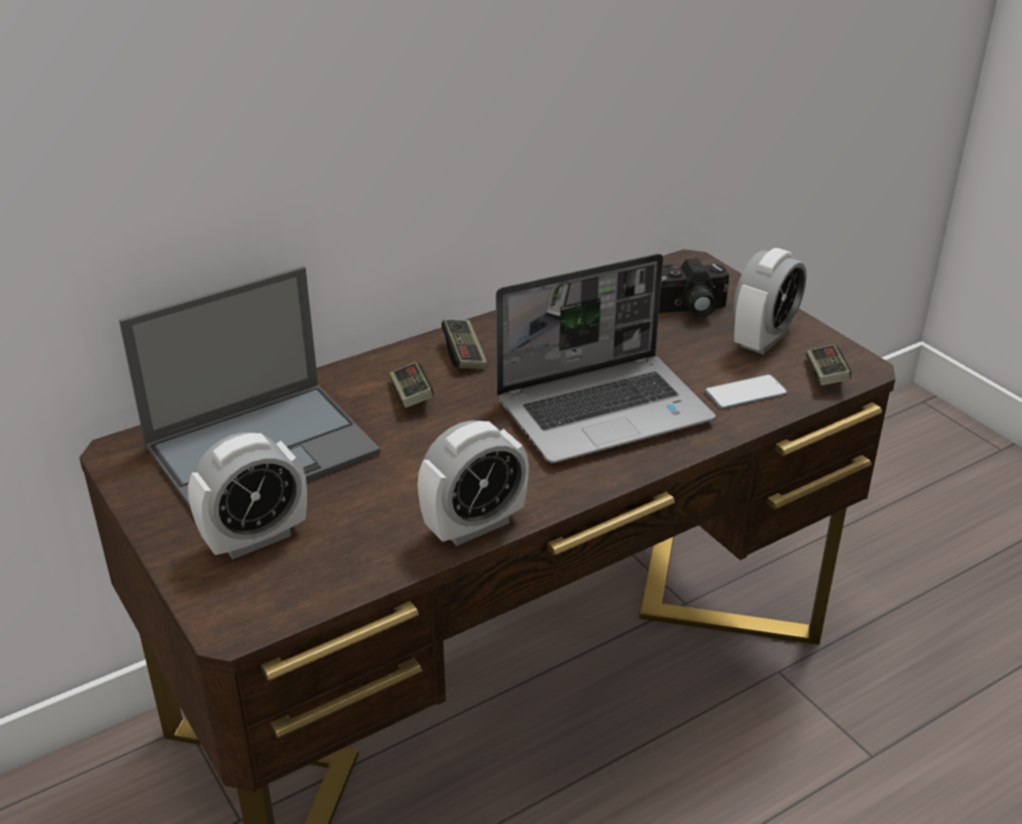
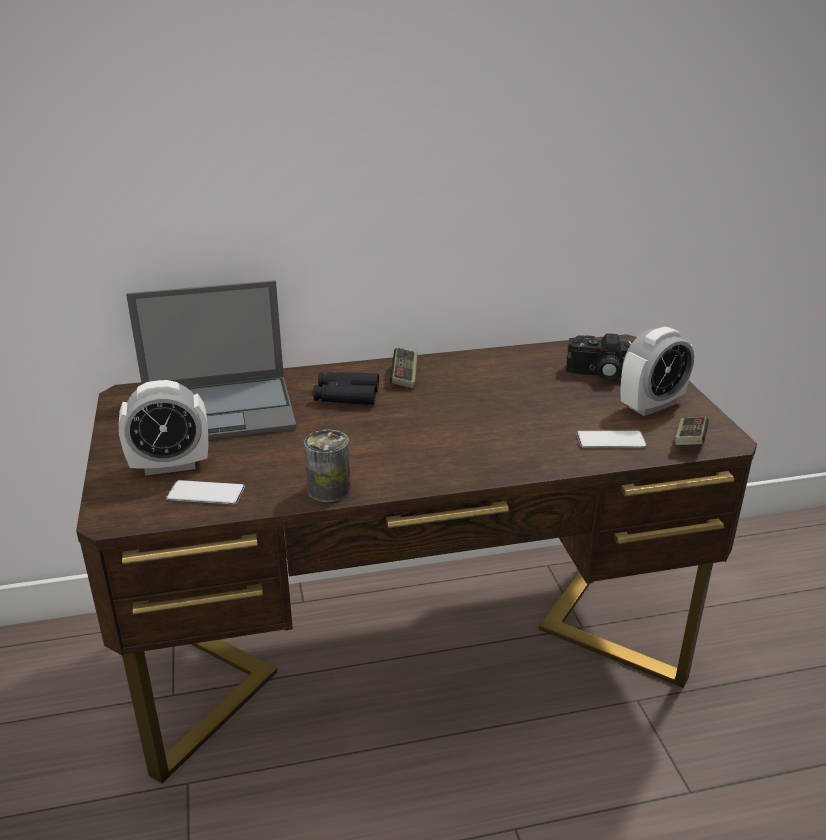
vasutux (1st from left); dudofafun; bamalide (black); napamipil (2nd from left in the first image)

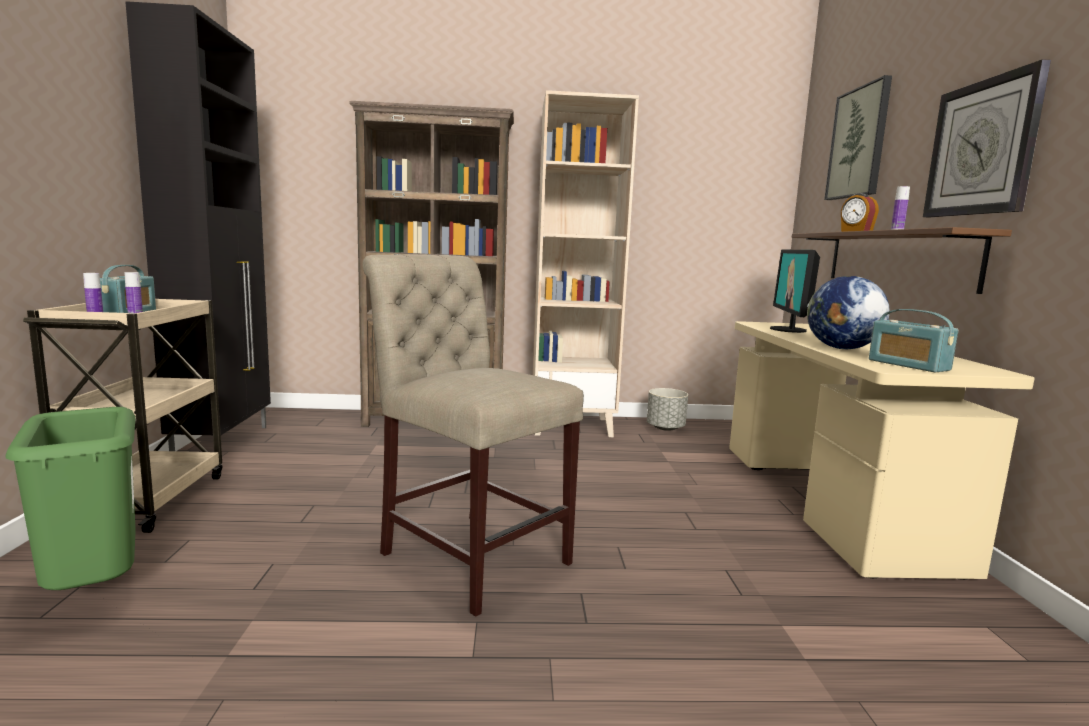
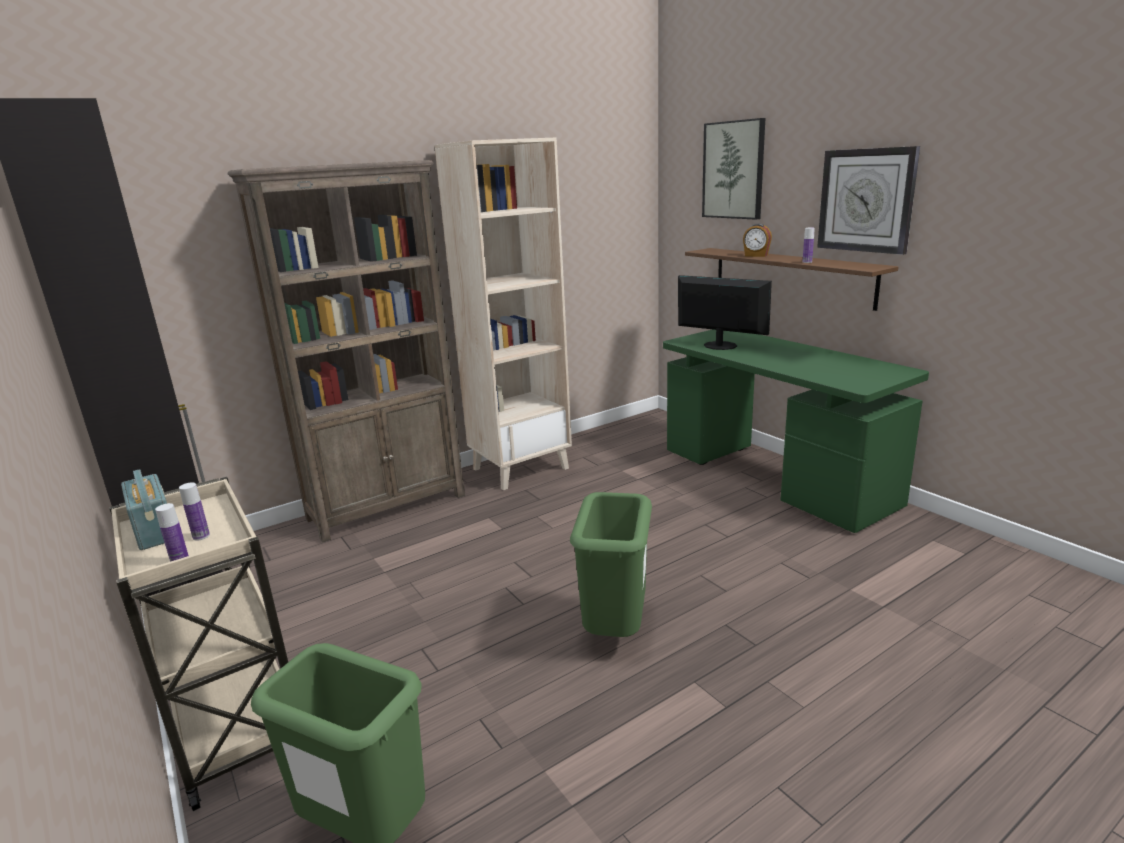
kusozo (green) (2nd from left); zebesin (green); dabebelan; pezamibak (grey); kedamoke; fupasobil (2nd from left in the first image)

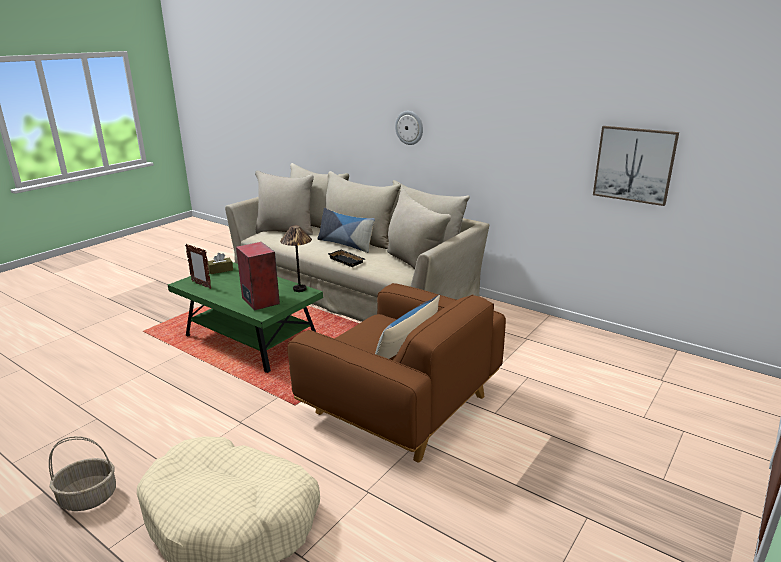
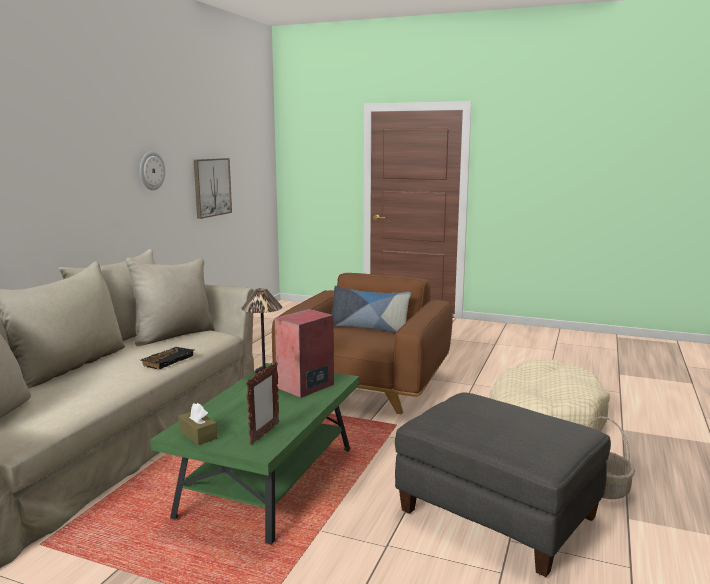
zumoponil; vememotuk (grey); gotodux (1st from left in the first image)

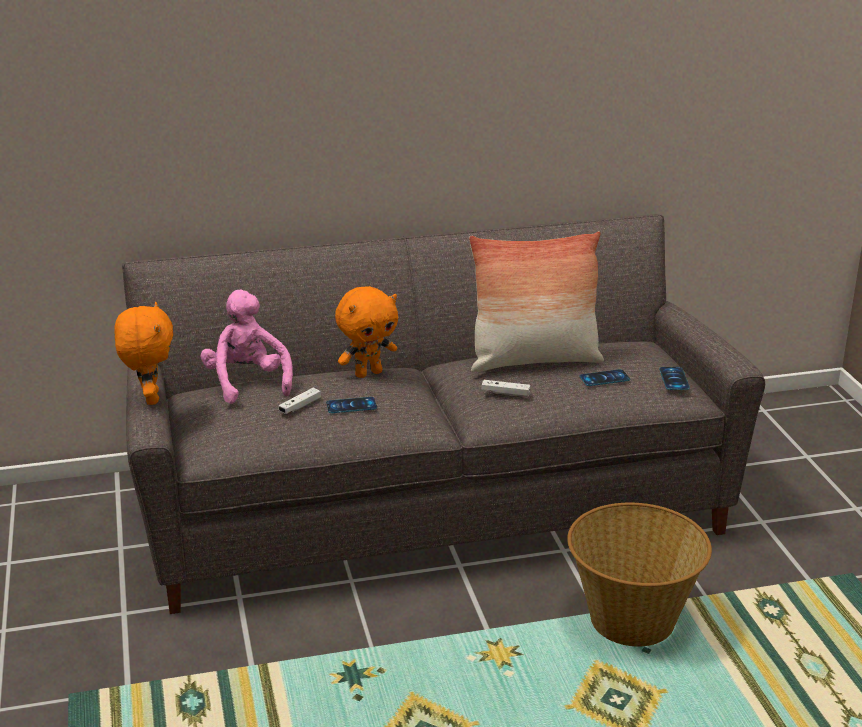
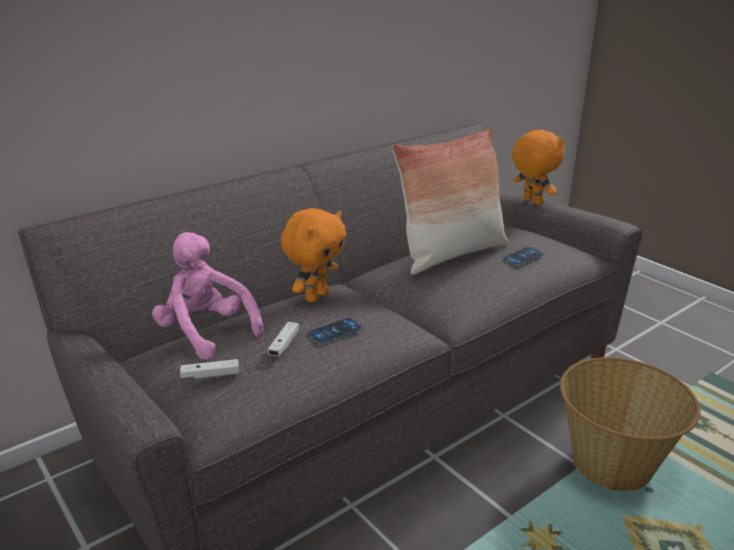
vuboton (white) (1st from left); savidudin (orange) (2nd from left); vasutux (3rd from left in the first image)

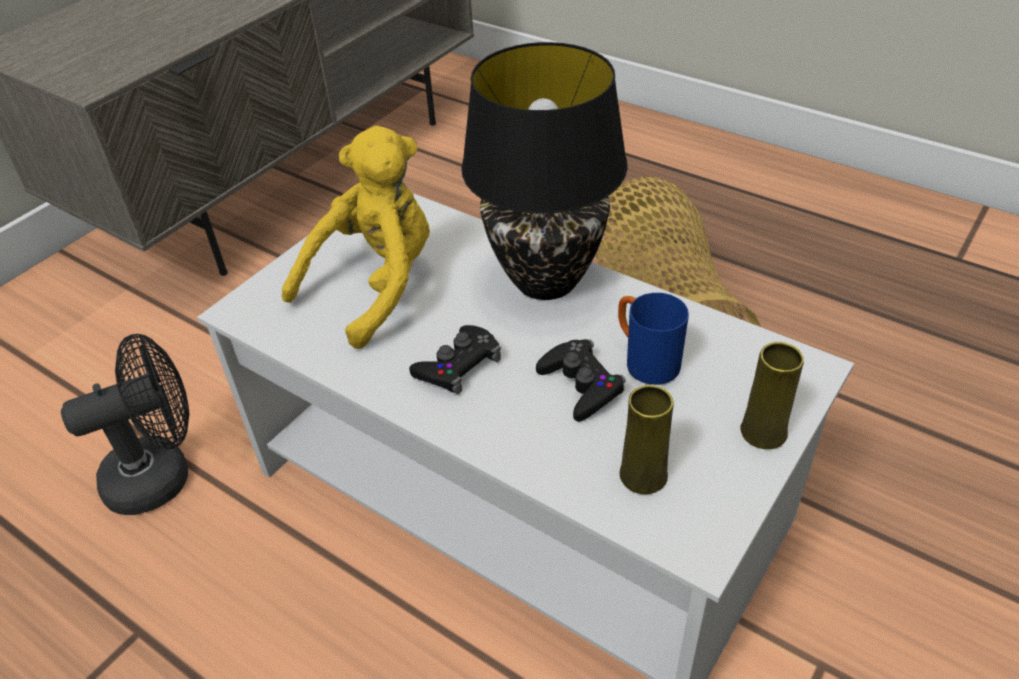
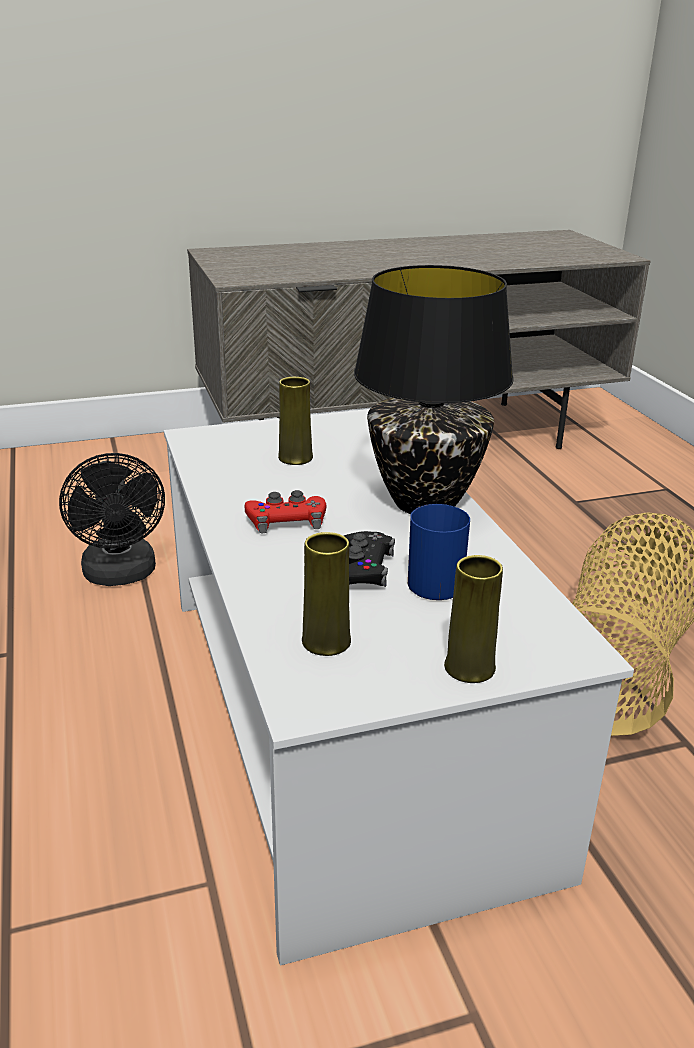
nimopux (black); vuboton (red); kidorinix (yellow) (1st from left)

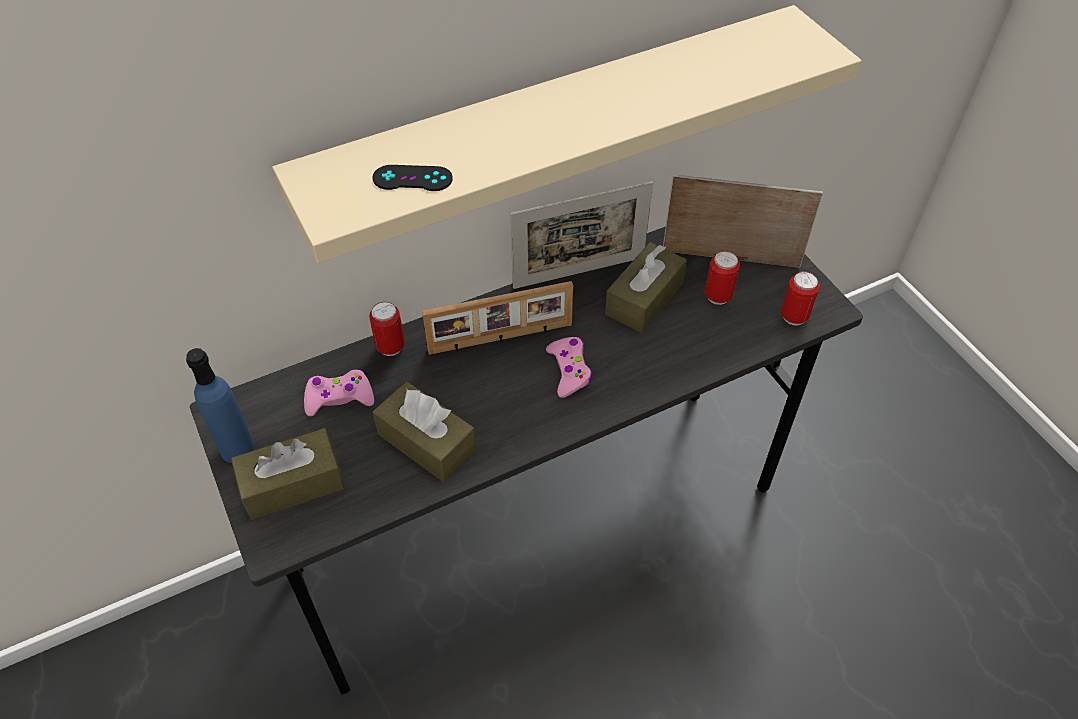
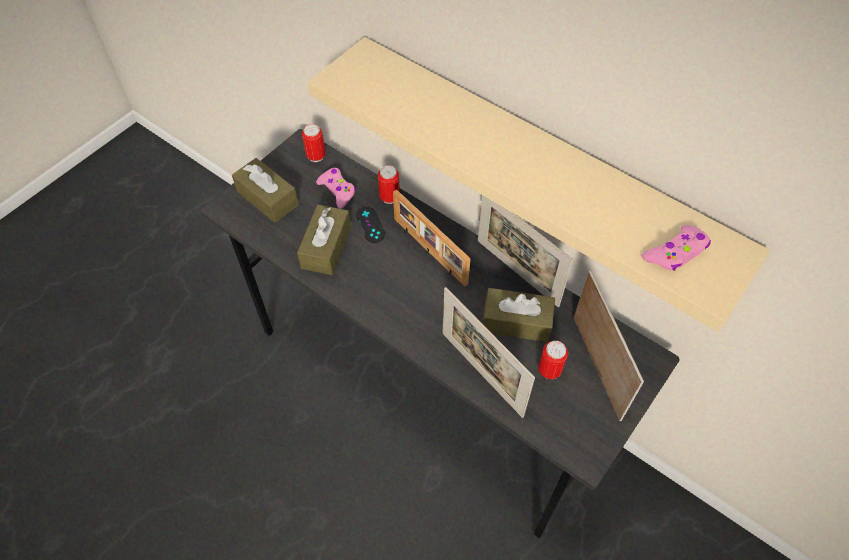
dudofafun (1st from left); vuboton (black); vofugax (2nd from left); vuboton (pink) (2nd from left); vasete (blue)

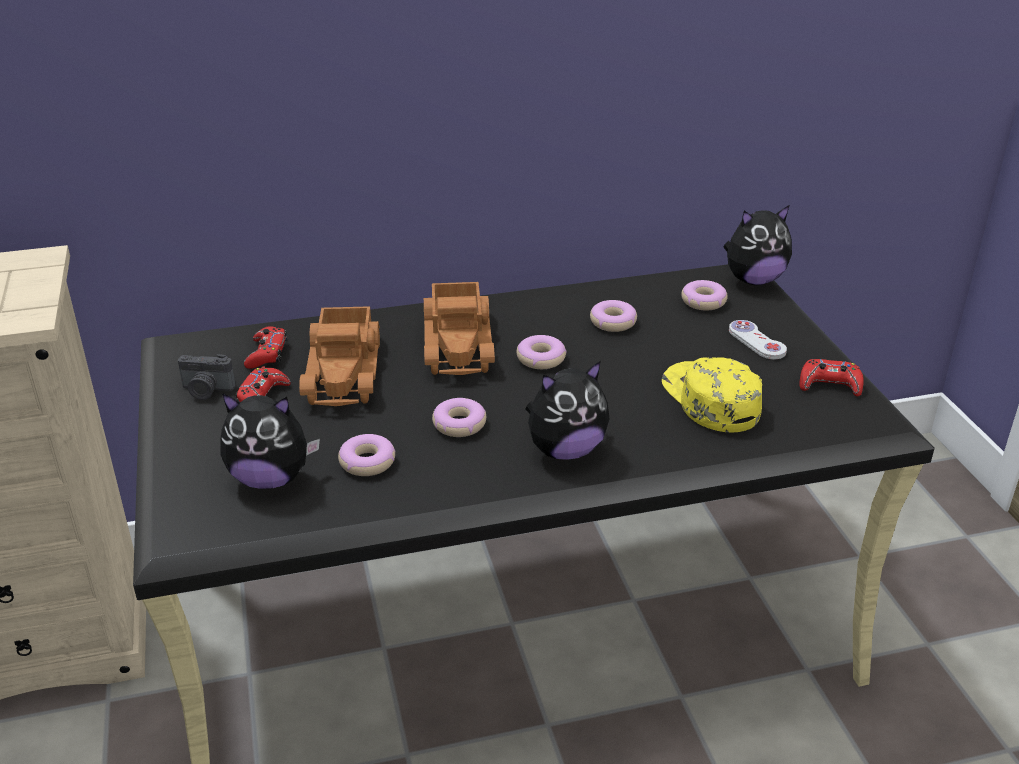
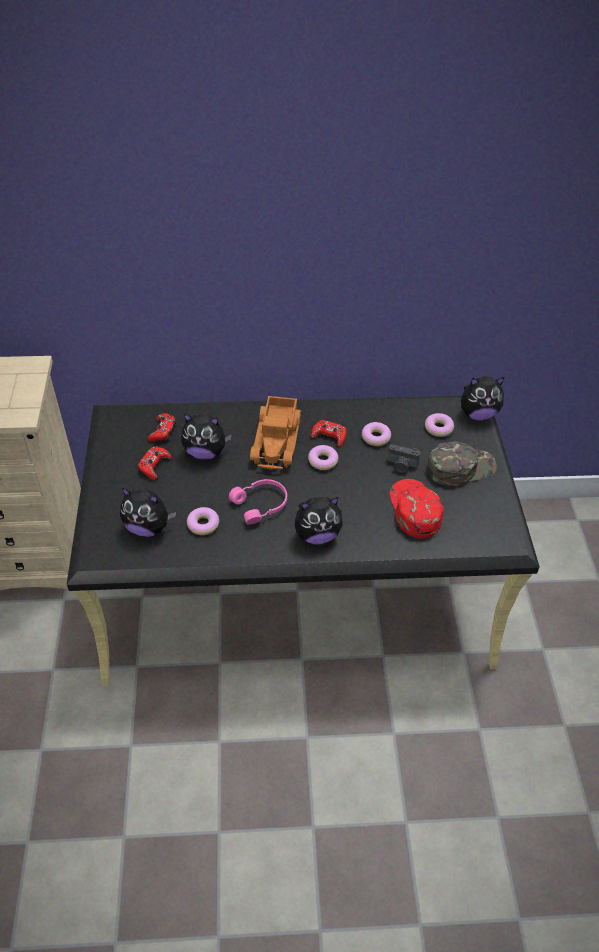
savidudin (2nd from left); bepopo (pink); vuboton (red) (3rd from left); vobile; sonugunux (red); sonugunux (green)

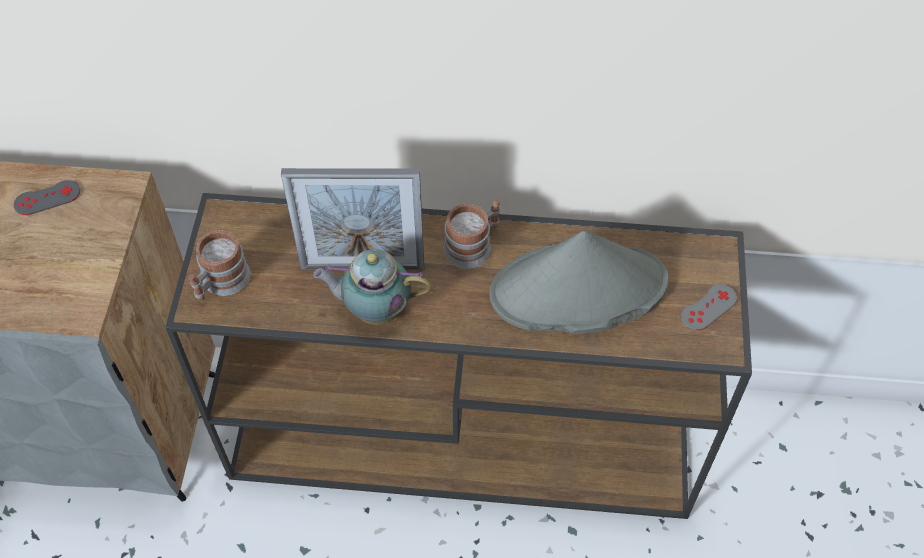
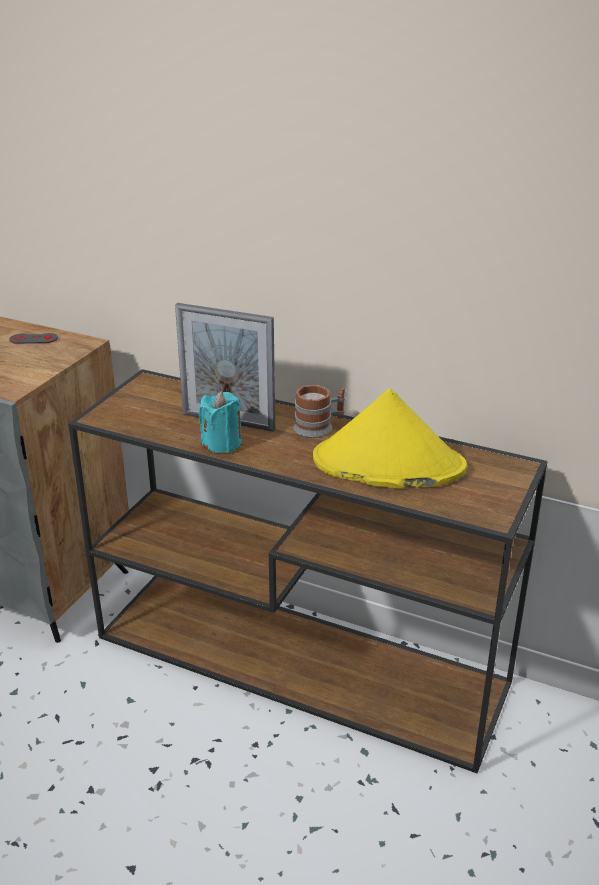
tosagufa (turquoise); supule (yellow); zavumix (1st from left in the first image); vuboton (grey) (2nd from left in the first image)

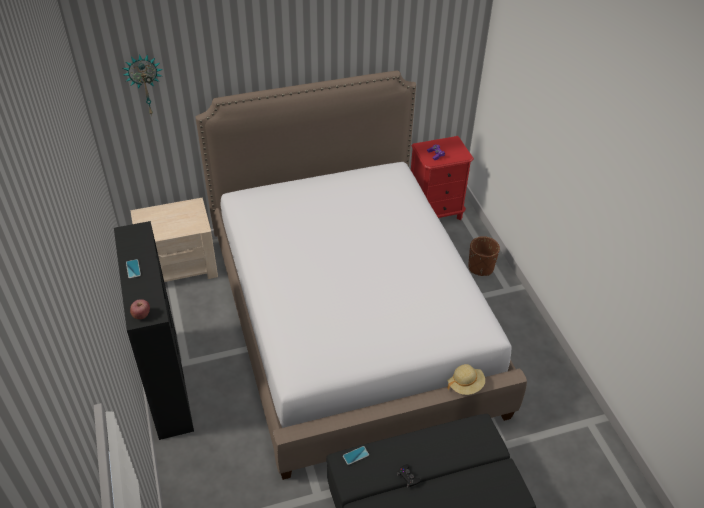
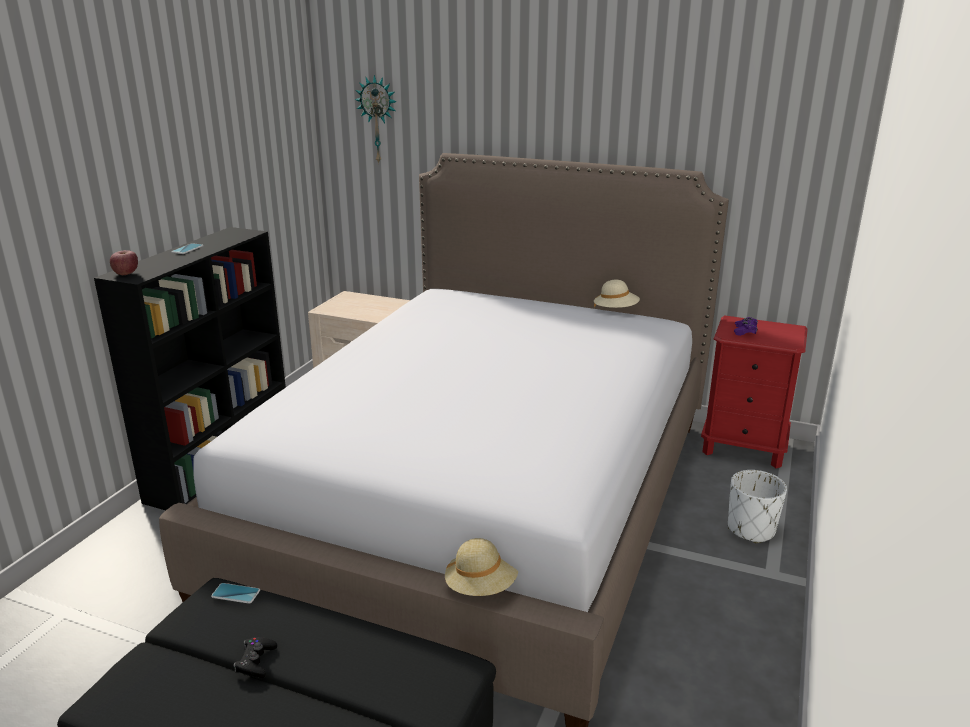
supule (beige) (2nd from left); pezamibak (white)

